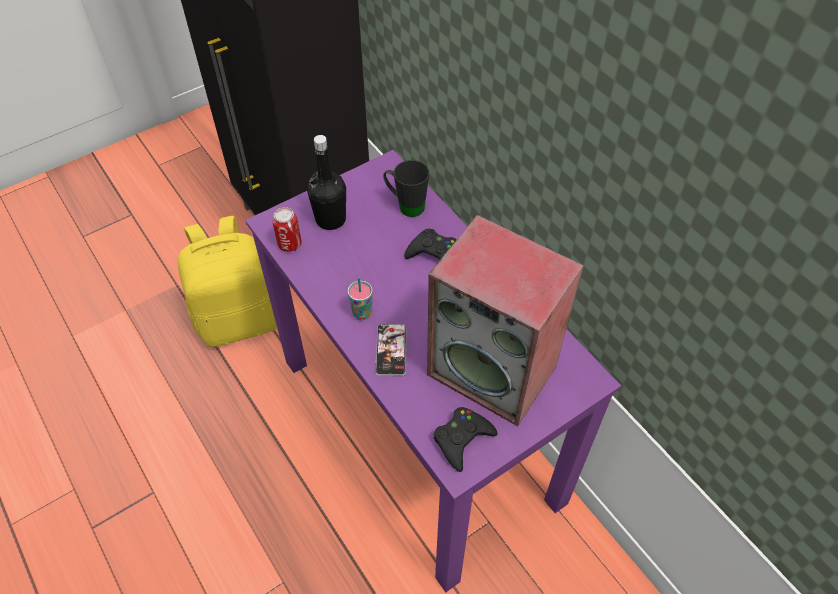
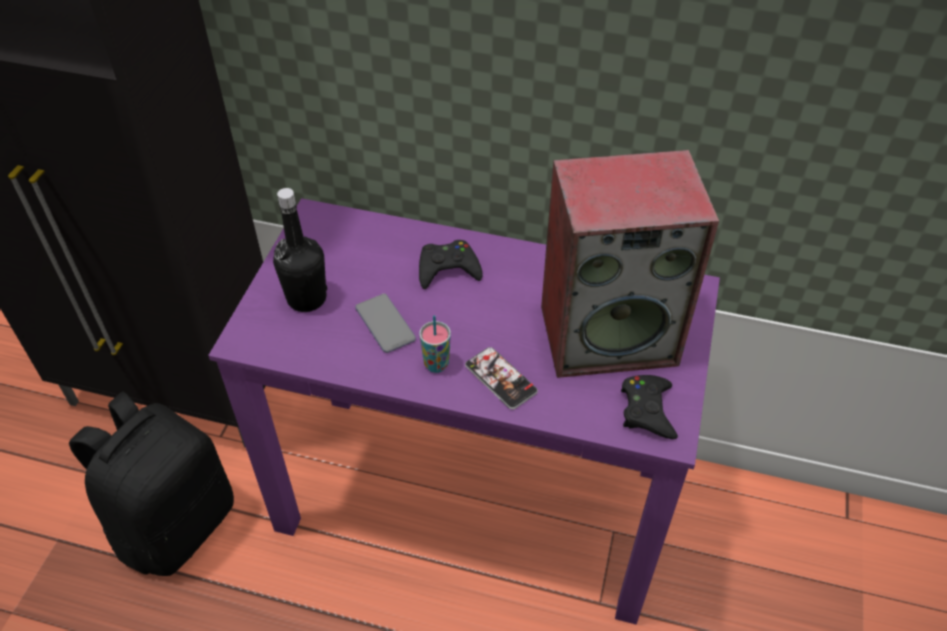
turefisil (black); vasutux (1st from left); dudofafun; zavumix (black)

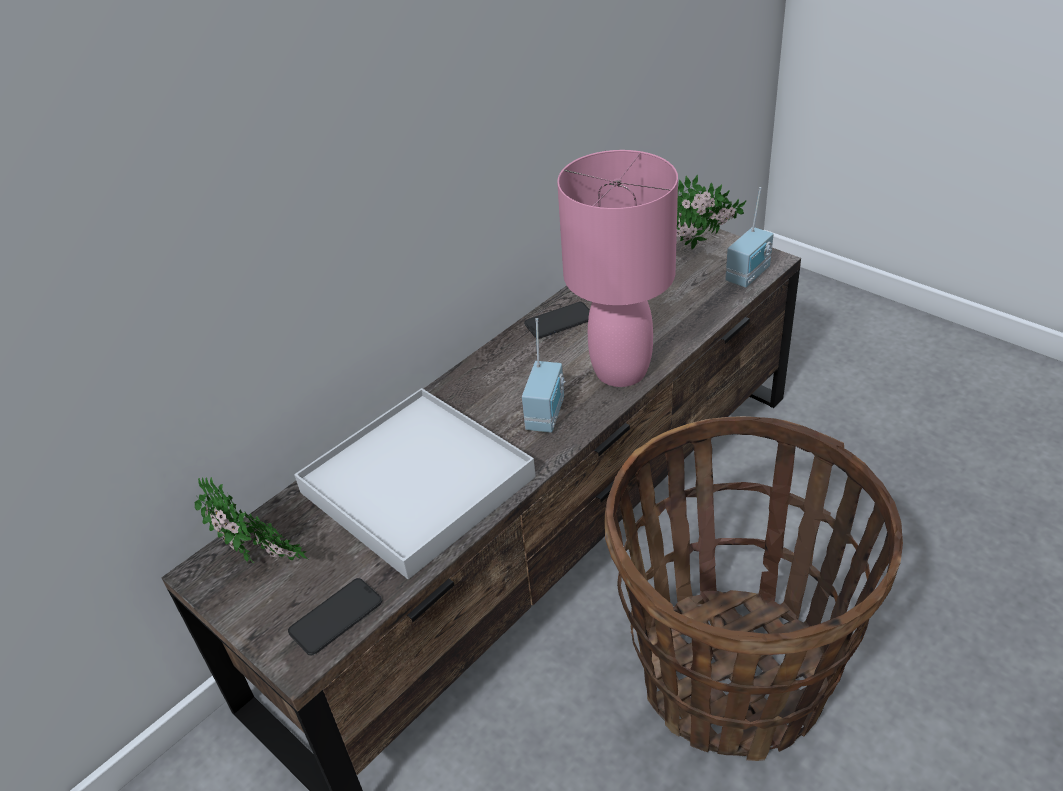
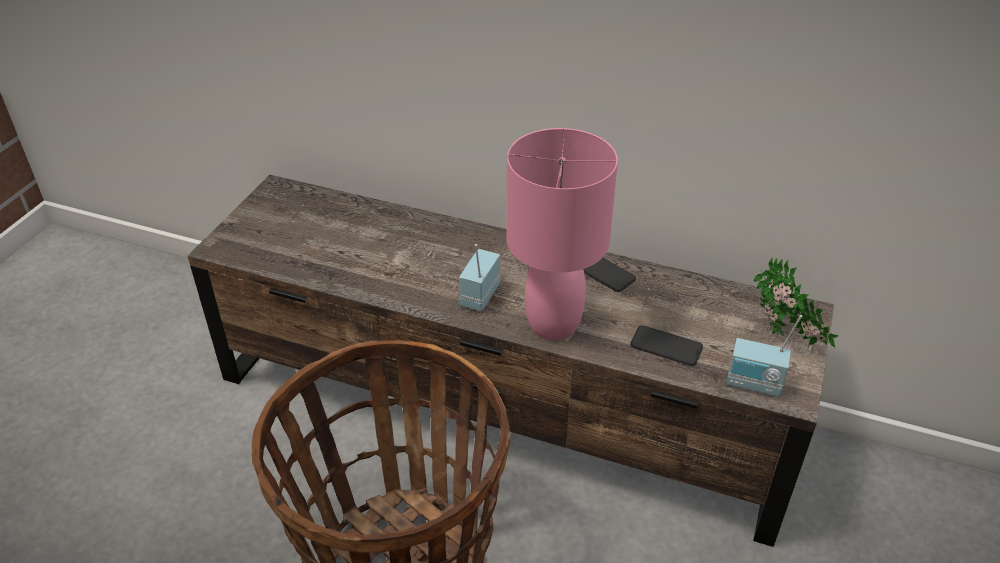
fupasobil (1st from left); vasutux (2nd from left); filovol (1st from left in the first image); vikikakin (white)

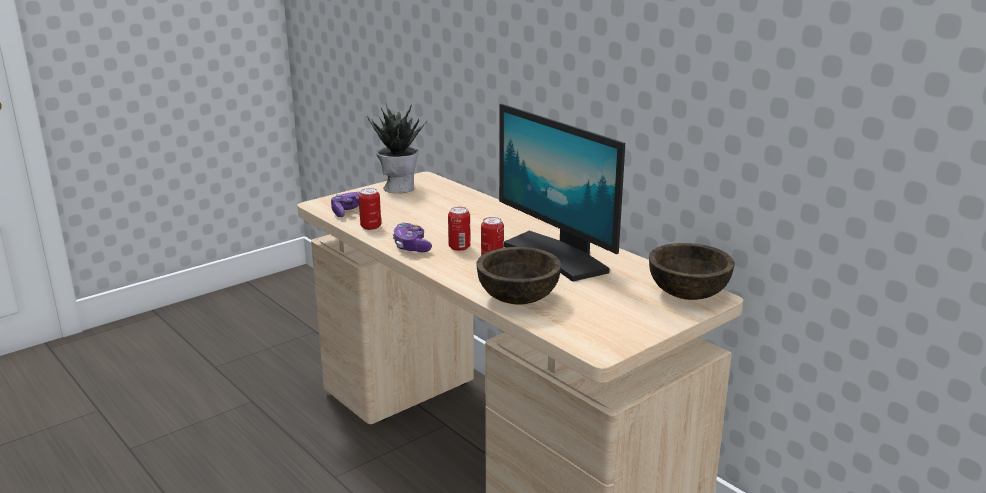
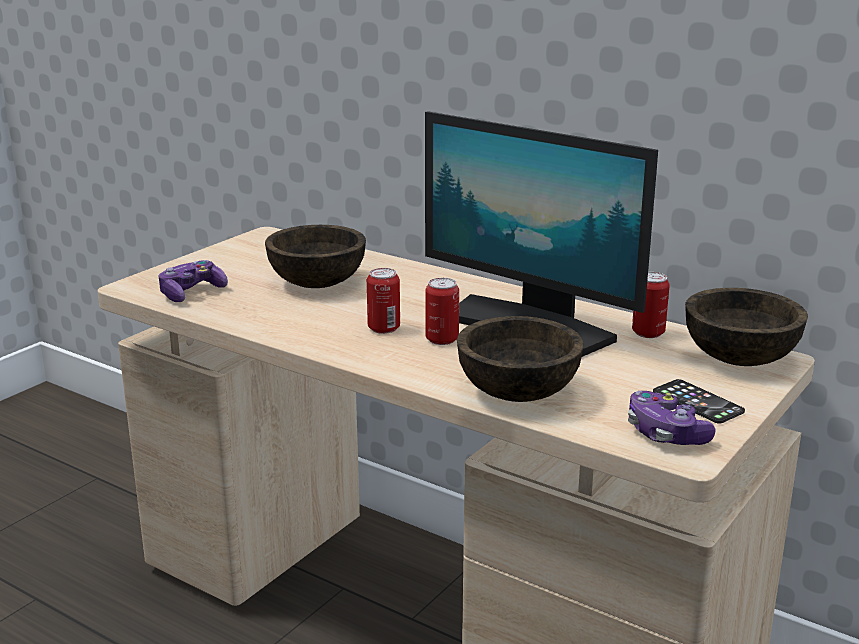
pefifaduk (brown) (1st from left); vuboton (2nd from left); dudofafun (3rd from left); vasutux; filovol

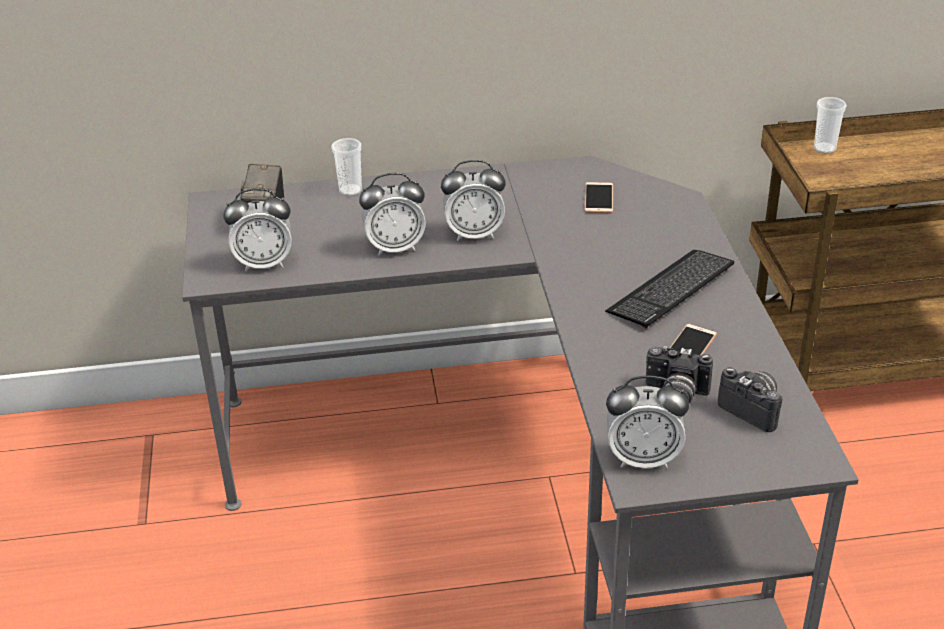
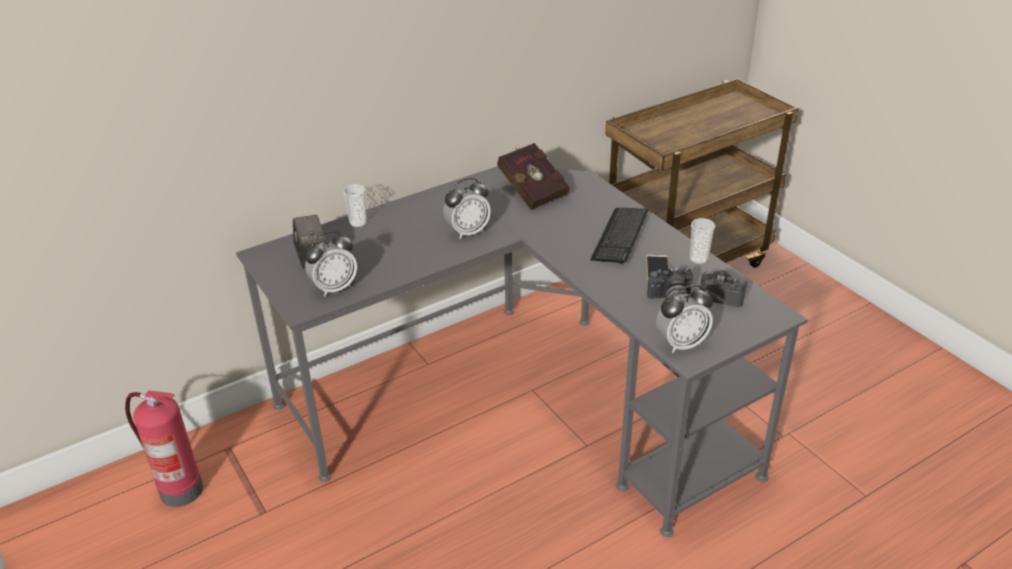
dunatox; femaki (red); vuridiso (2nd from left); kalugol (2nd from left in the first image)

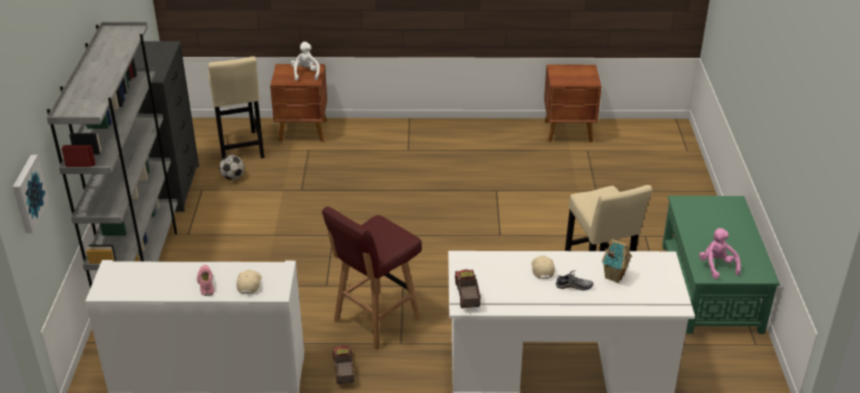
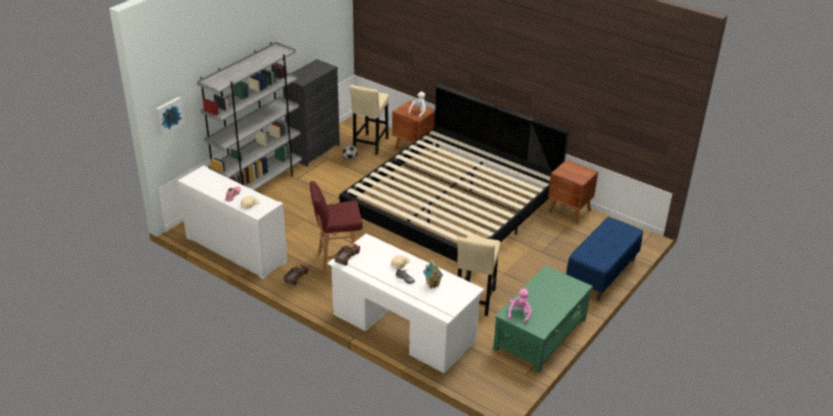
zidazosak; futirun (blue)

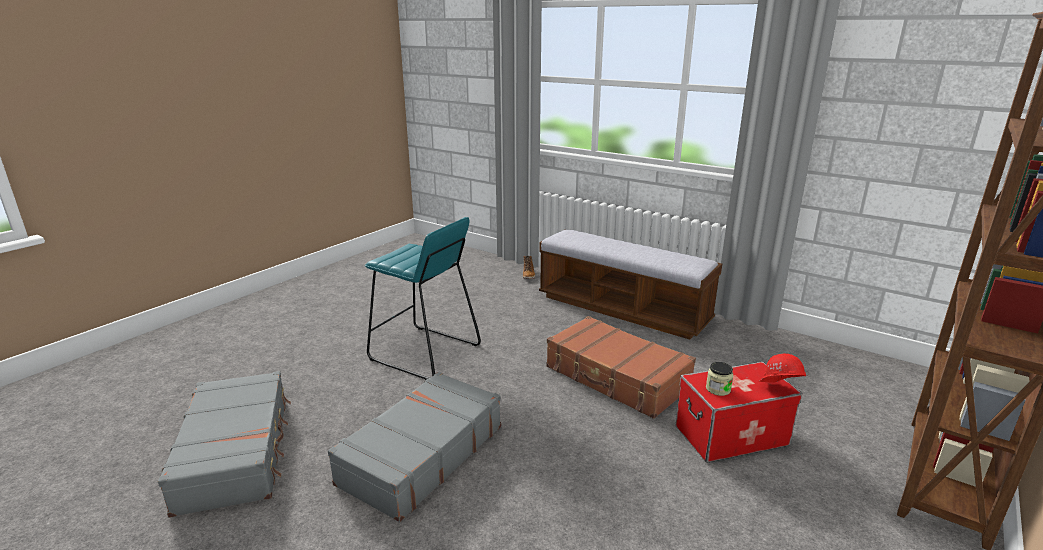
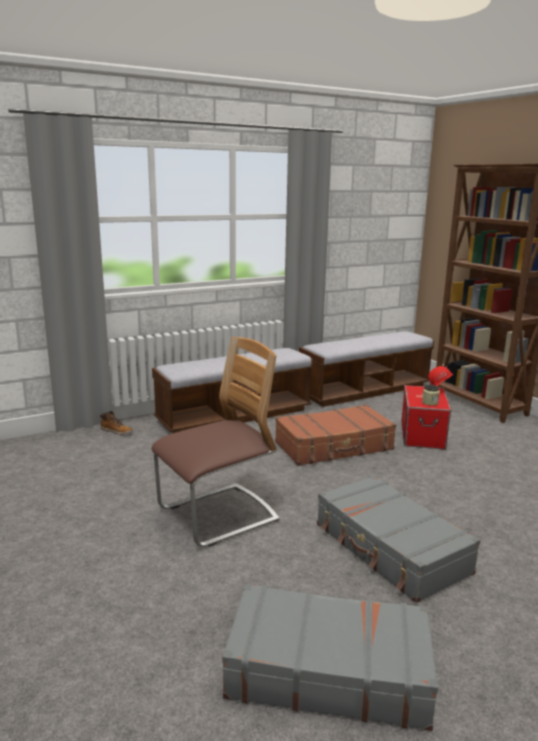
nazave; futirun (2nd from left)

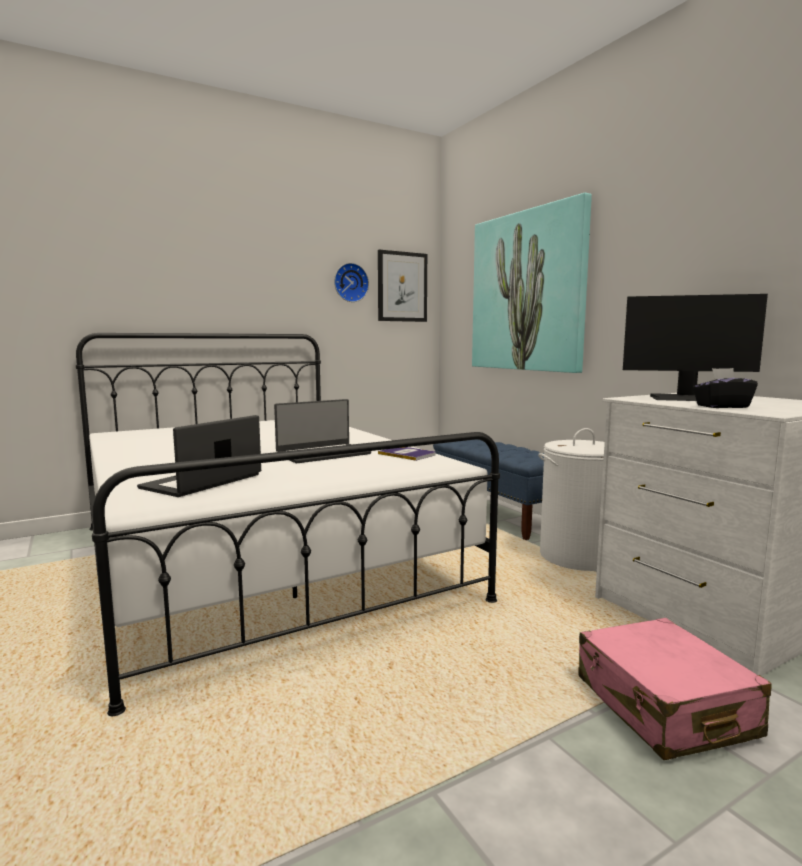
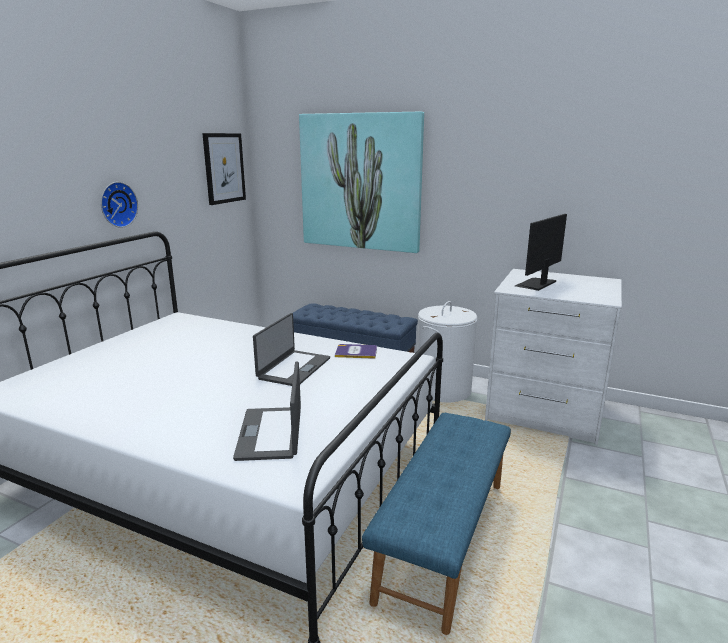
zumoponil; futirun (blue) (2nd from left); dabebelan; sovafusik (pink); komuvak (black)

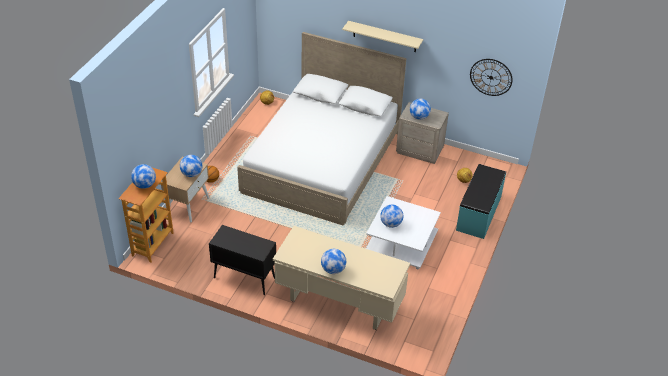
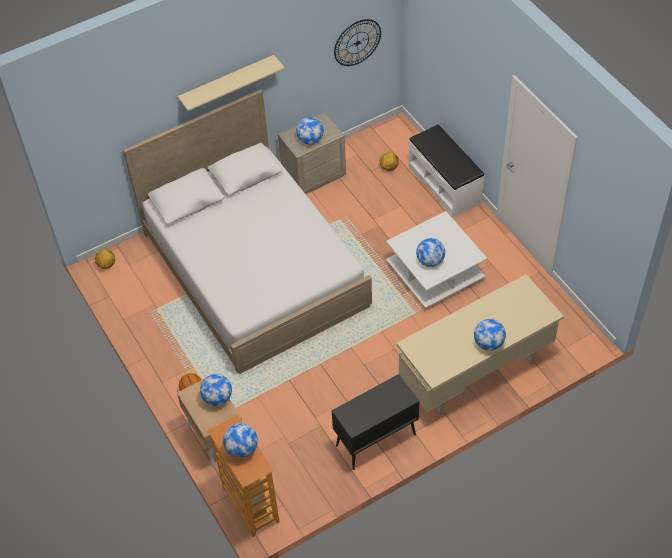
futirun (white)

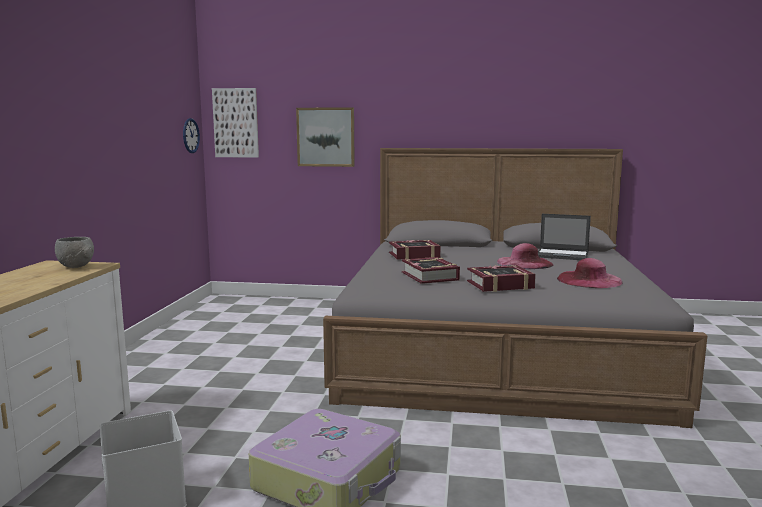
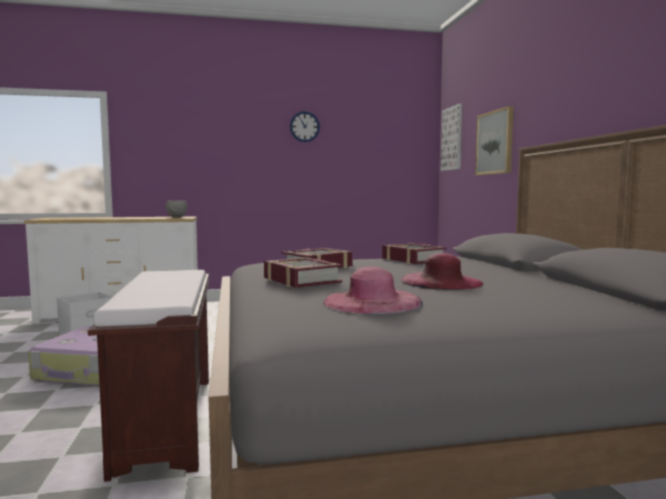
futirun (brown); zumoponil; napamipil

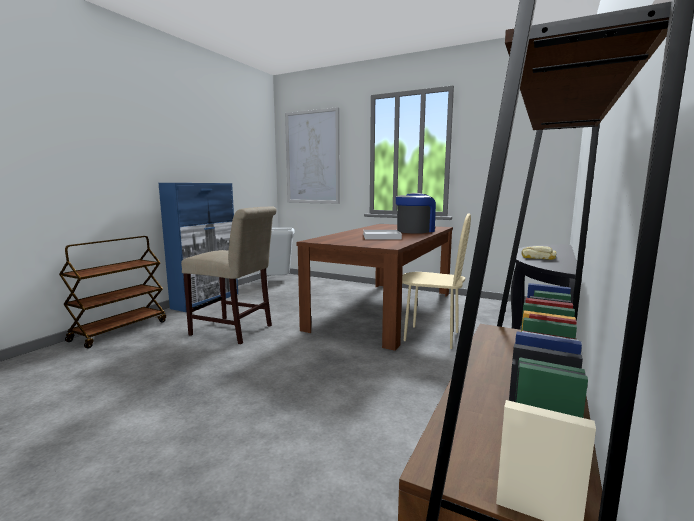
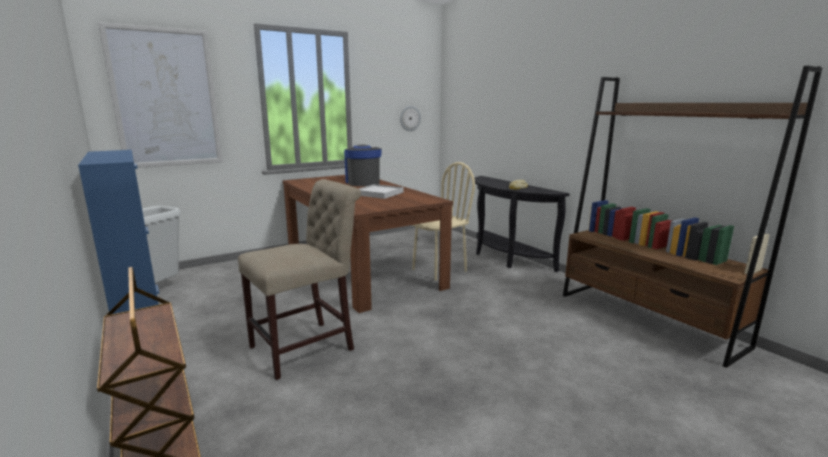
zumoponil

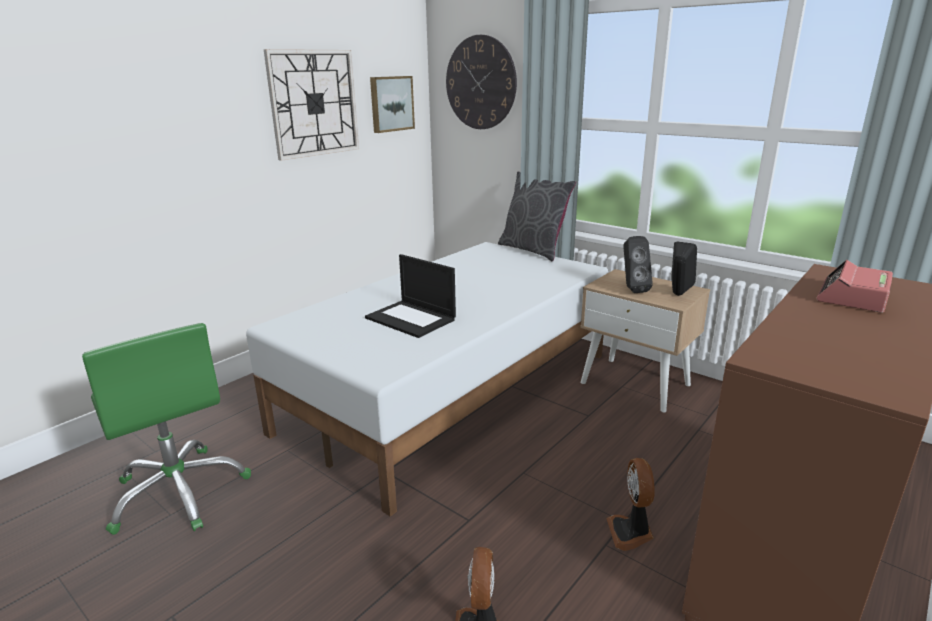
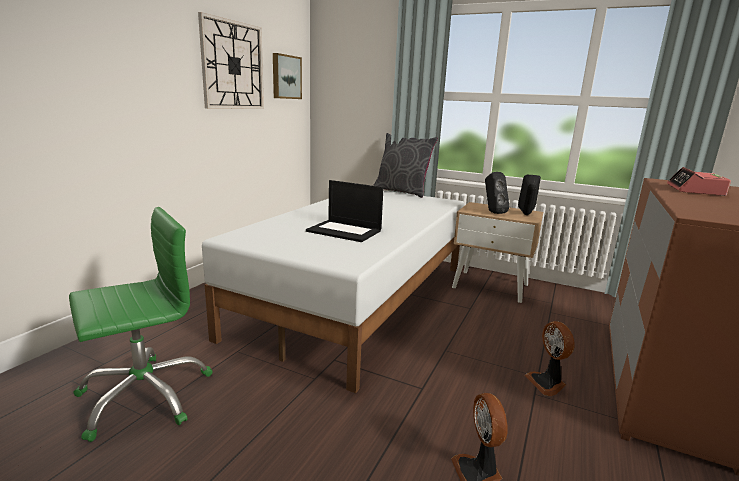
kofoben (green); zumoponil (2nd from left in the first image)

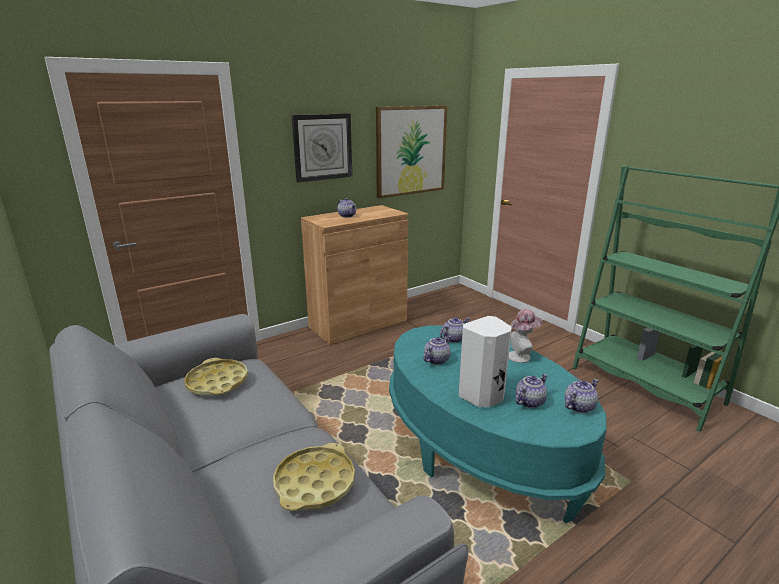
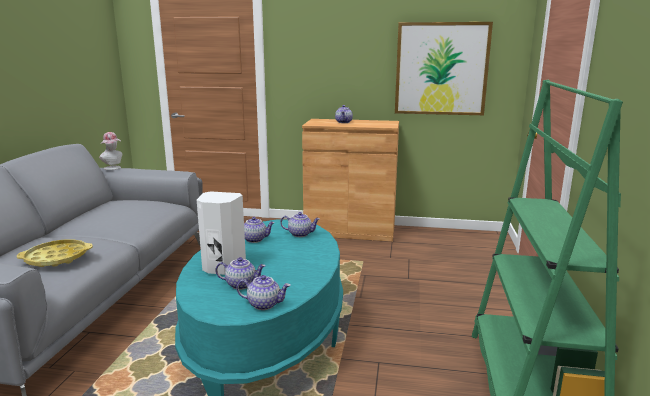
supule; vikikakin (yellow) (1st from left in the first image); zumoponil

